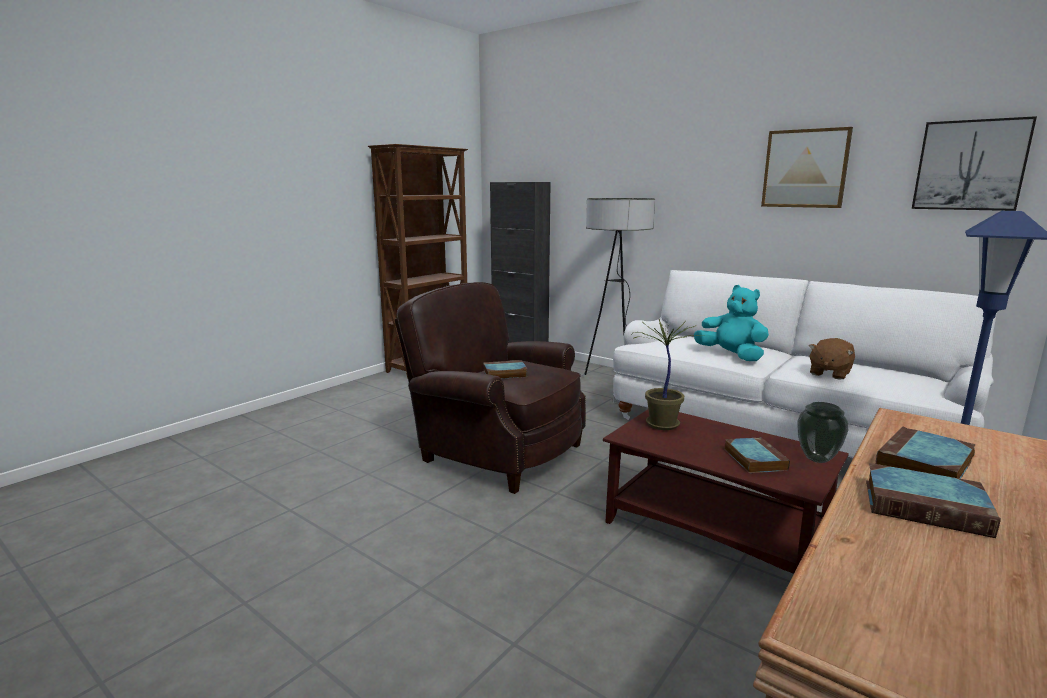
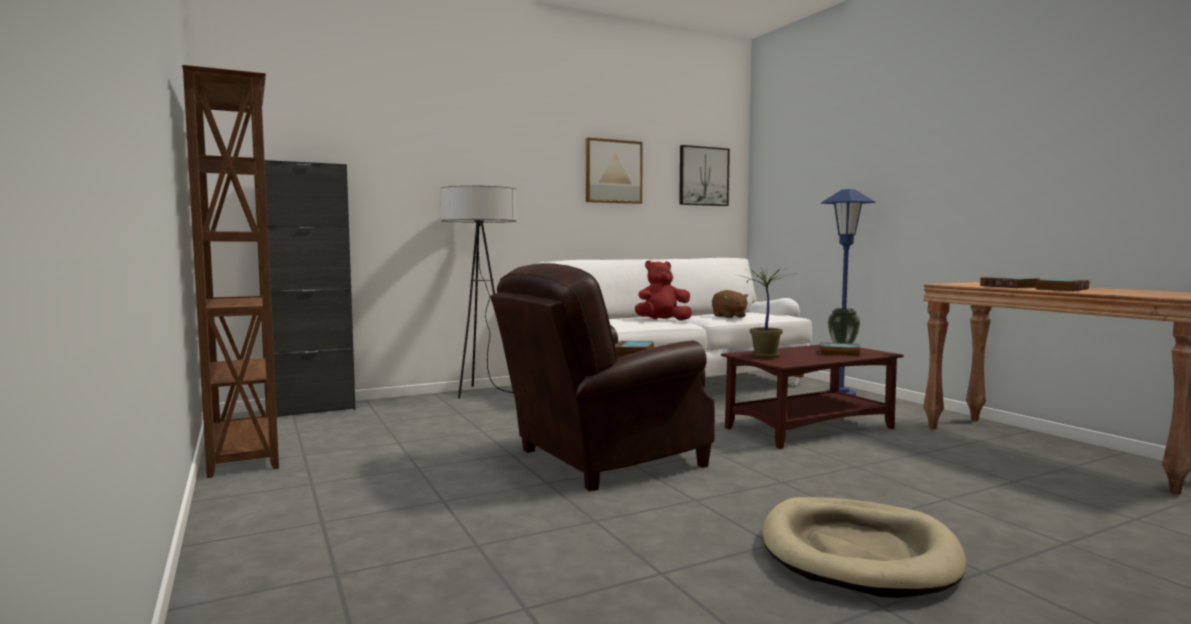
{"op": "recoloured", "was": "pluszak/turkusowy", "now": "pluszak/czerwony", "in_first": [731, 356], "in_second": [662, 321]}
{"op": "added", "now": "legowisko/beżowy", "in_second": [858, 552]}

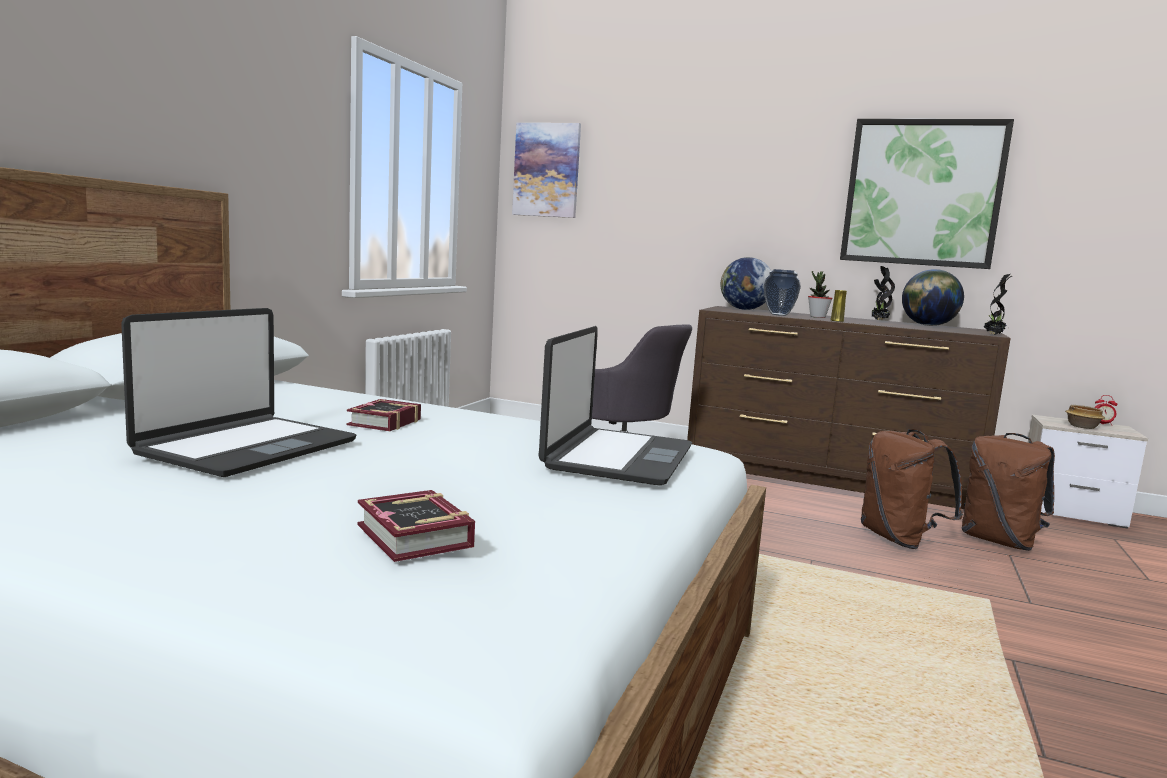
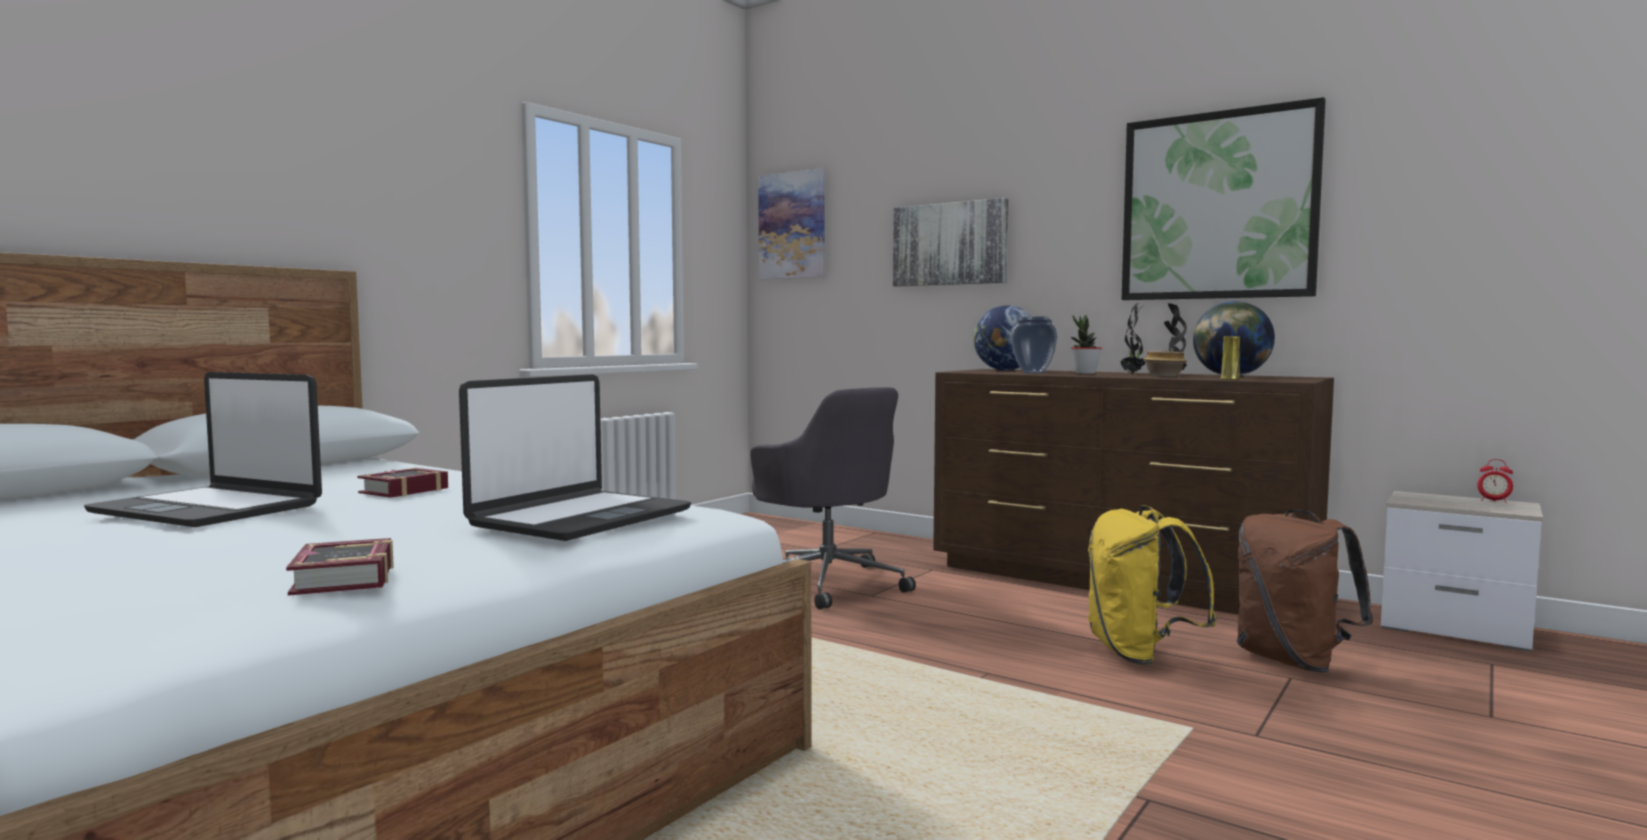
{"op": "moved", "was": "roślina doniczkowa", "in_first": [994, 335], "in_second": [1132, 374]}
{"op": "moved", "was": "wazon/żółty", "in_first": [837, 321], "in_second": [1230, 379]}
{"op": "turned", "was": "laptop", "in_first": [247, 448], "in_second": [209, 509], "clockwise": 75}
{"op": "moved", "was": "miska", "in_first": [1081, 426], "in_second": [1164, 375]}
{"op": "recoloured", "was": "plecak/brązowy", "now": "plecak/żółty", "in_first": [899, 540], "in_second": [1140, 654]}
{"op": "moved", "was": "książka", "in_first": [413, 538], "in_second": [339, 580]}
{"op": "added", "now": "obraz", "in_second": [950, 244]}

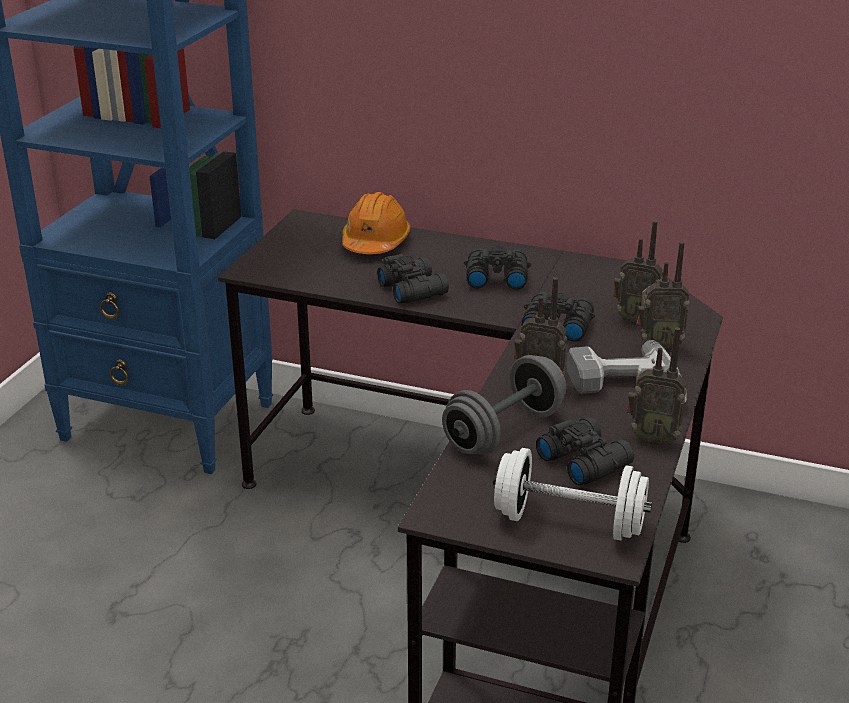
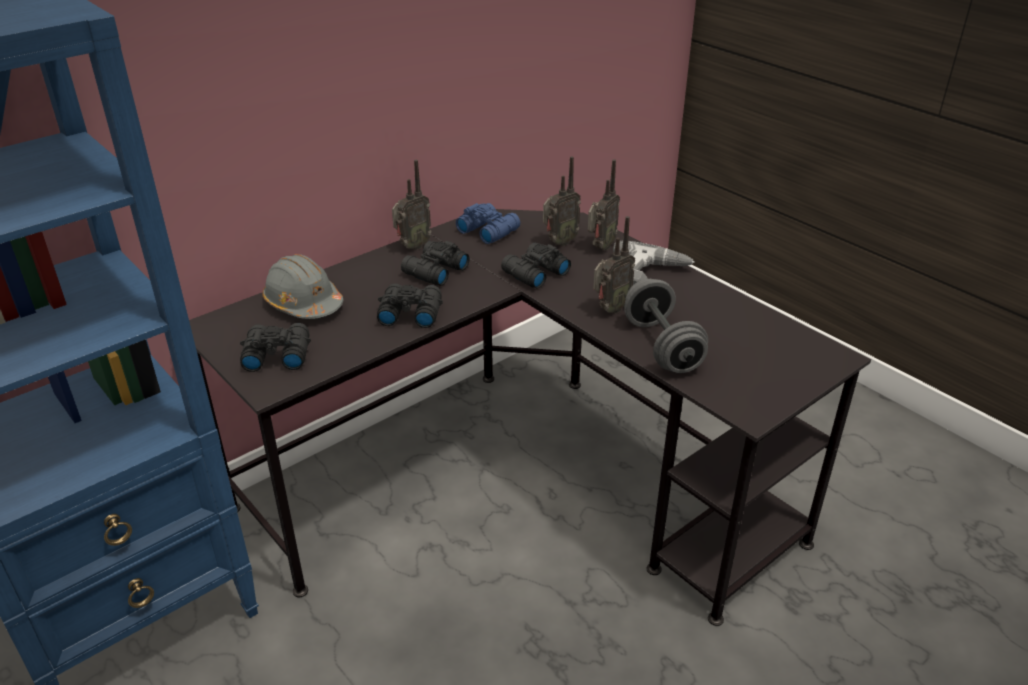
{"op": "recoloured", "was": "kask/pomarańczowy", "now": "kask/szary", "in_first": [375, 242], "in_second": [303, 303]}
{"op": "moved", "was": "radio", "in_first": [652, 439], "in_second": [412, 246]}
{"op": "moved", "was": "lornetka/czarny", "in_first": [584, 460], "in_second": [276, 355]}
{"op": "removed", "was": "hantel/biały", "in_first": [569, 522]}
{"op": "added", "now": "lornetka/niebieski", "in_second": [488, 230]}

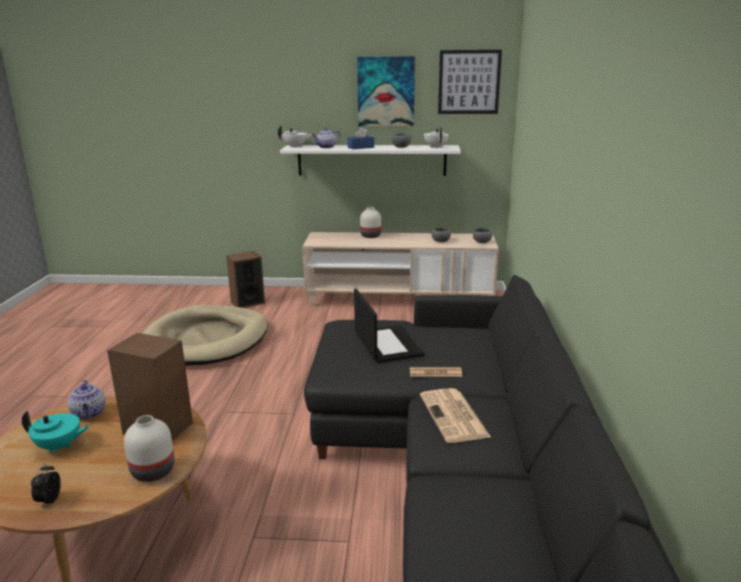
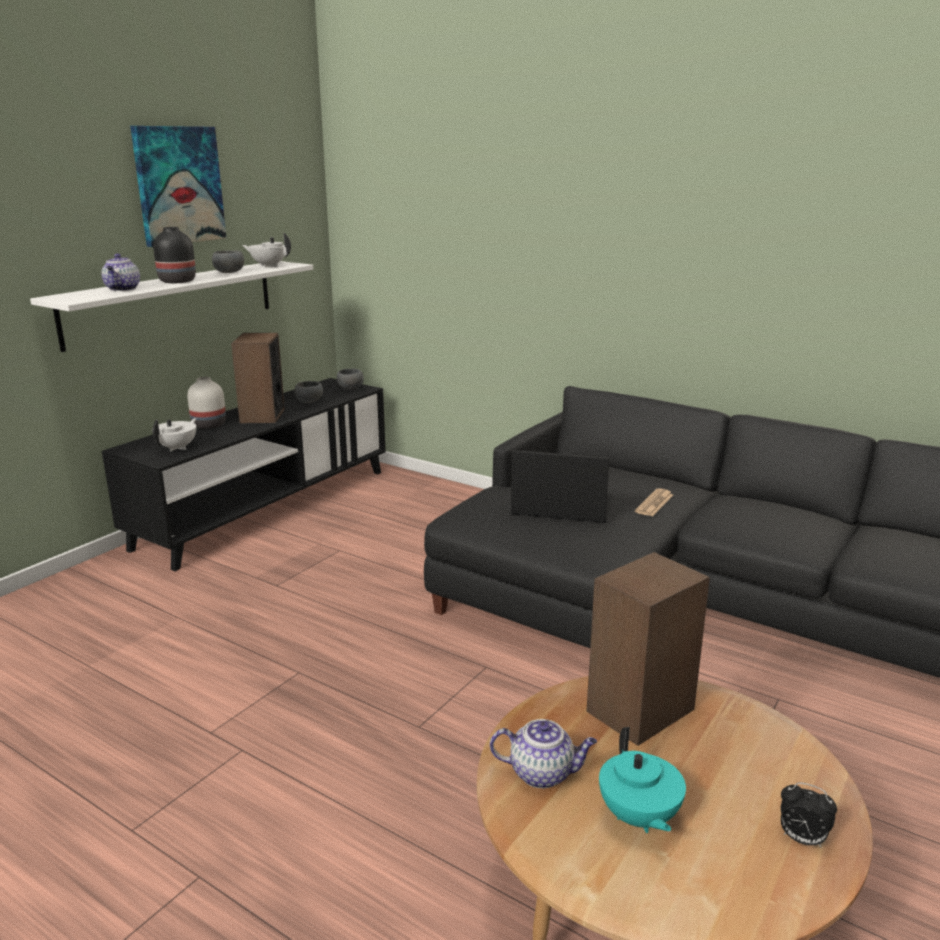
{"op": "removed", "was": "obraz", "in_first": [469, 82]}
{"op": "moved", "was": "imbryk/biały", "in_first": [296, 146], "in_second": [178, 448]}
{"op": "replaced", "was": "pudełko chusteczek/niebieski", "now": "wazon/czarny", "in_first": [360, 147], "in_second": [177, 281]}
{"op": "recoloured", "was": "szafka pod telewizor/beżowy", "now": "szafka pod telewizor/czarny", "in_first": [399, 299], "in_second": [266, 508]}
{"op": "moved", "was": "głośnik", "in_first": [247, 302], "in_second": [262, 416]}
{"op": "removed", "was": "legowisko/beżowy", "in_first": [206, 340]}
{"op": "removed", "was": "gazeta", "in_first": [454, 416]}
{"op": "turned", "was": "imbryk/turkusowy", "in_first": [59, 446], "in_second": [638, 817], "clockwise": 135}
{"op": "removed", "was": "wazon/biały", "in_first": [153, 470]}

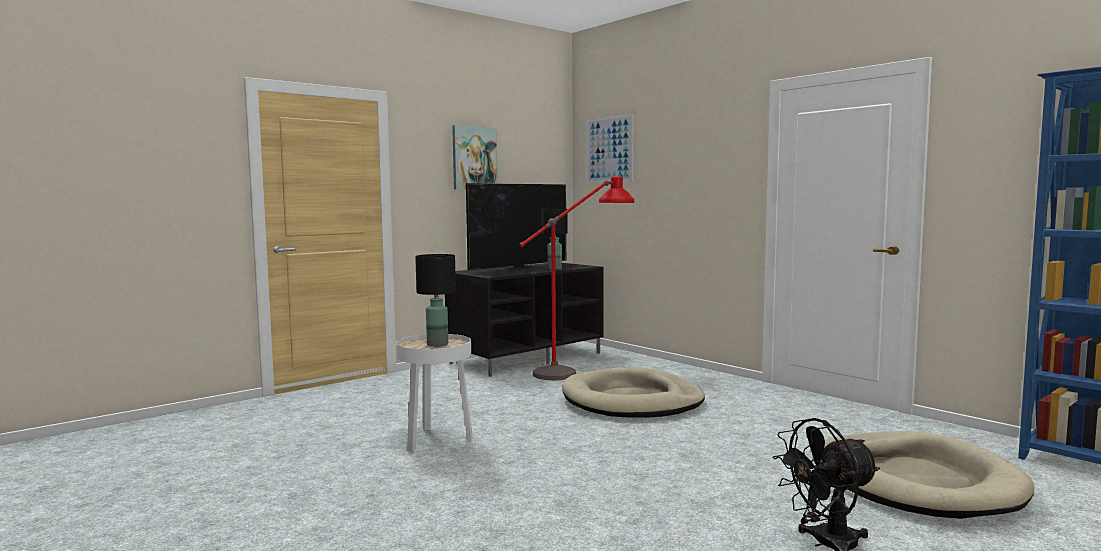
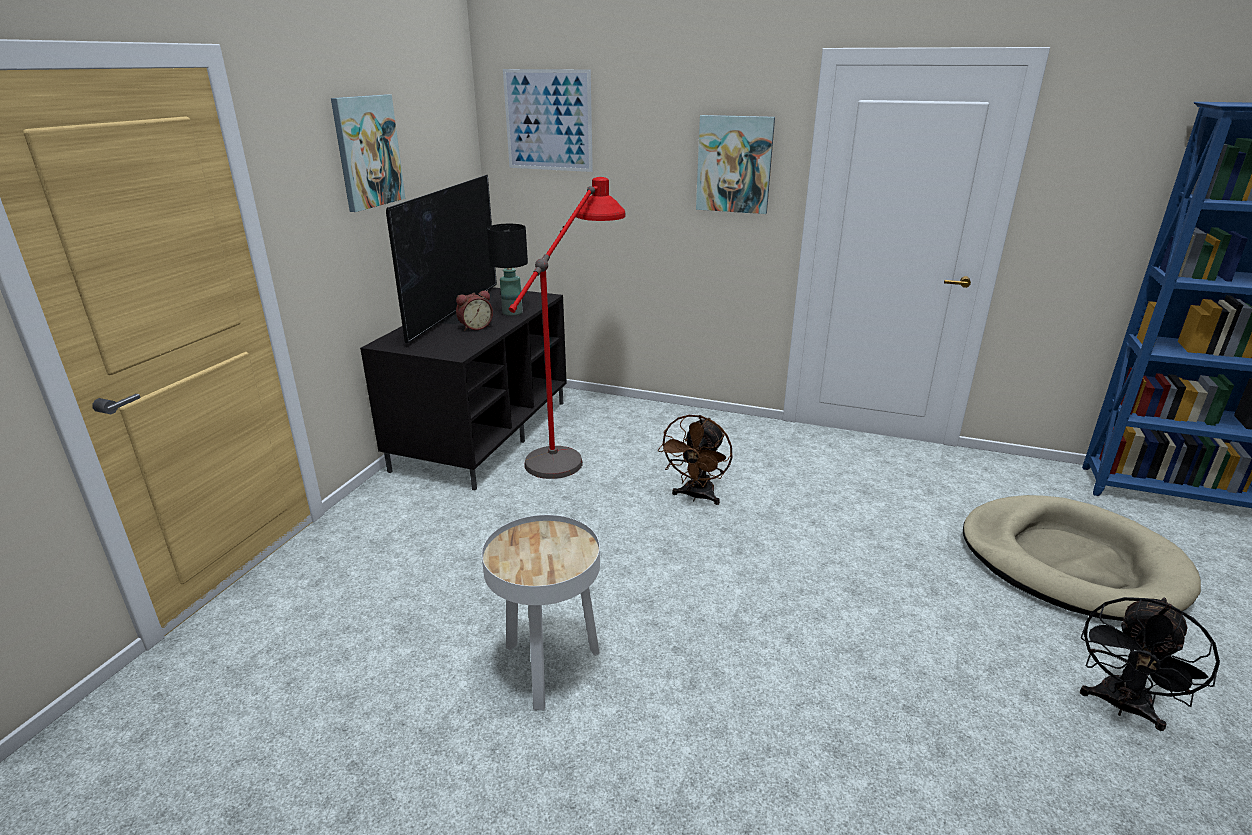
{"op": "removed", "was": "lampa stołowa/czarny", "in_first": [437, 344]}
{"op": "replaced", "was": "legowisko/beżowy", "now": "wentylator/brązowy", "in_first": [632, 401], "in_second": [696, 496]}
{"op": "added", "now": "obraz", "in_second": [734, 164]}
{"op": "added", "now": "budzik", "in_second": [475, 327]}

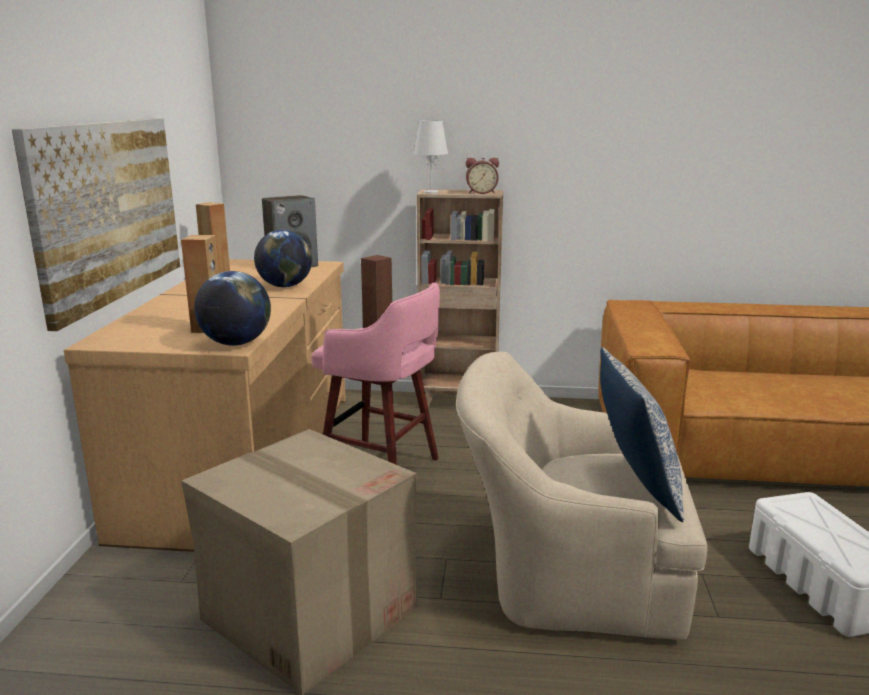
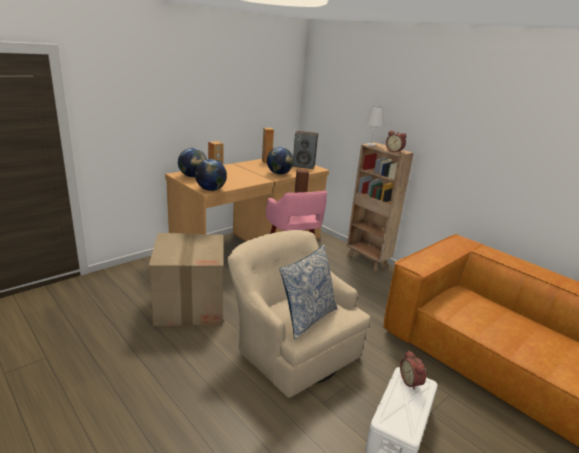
{"op": "removed", "was": "obraz", "in_first": [108, 211]}
{"op": "added", "now": "globus", "in_second": [193, 176]}
{"op": "added", "now": "budzik", "in_second": [411, 381]}

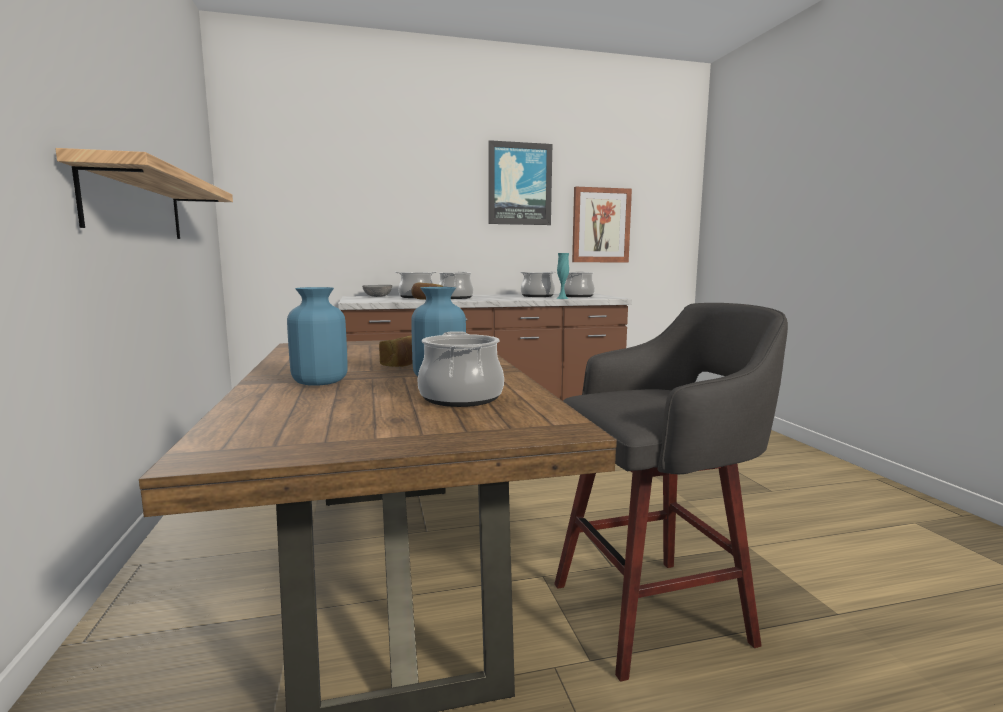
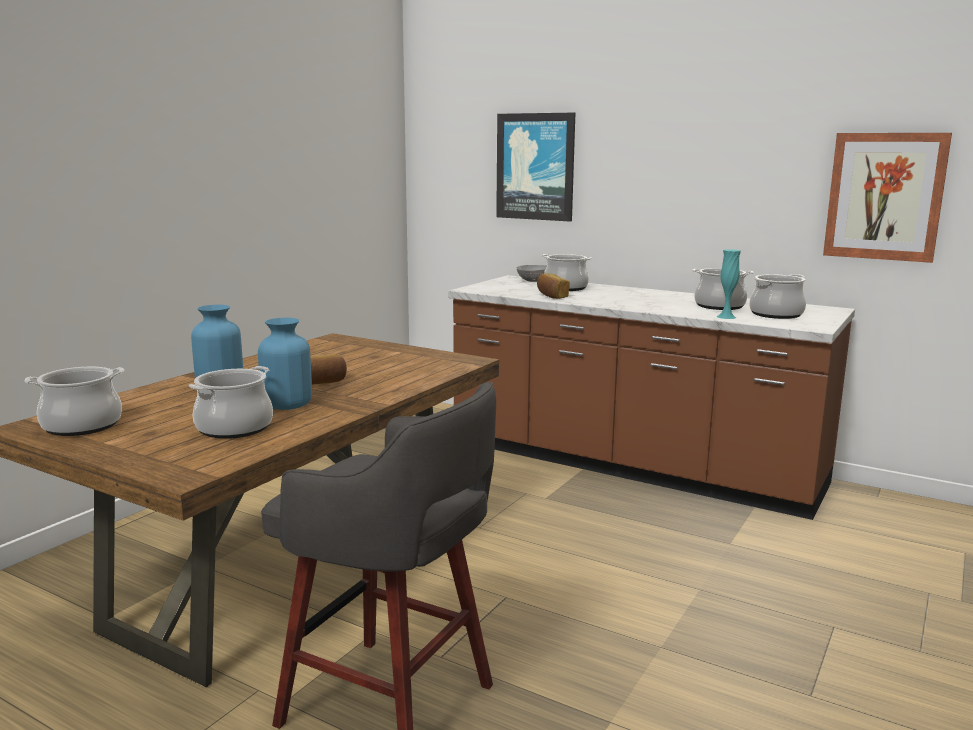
{"op": "moved", "was": "obraz", "in_first": [519, 184], "in_second": [535, 167]}
{"op": "removed", "was": "półka", "in_first": [136, 205]}
{"op": "moved", "was": "garnek", "in_first": [455, 298], "in_second": [82, 425]}

